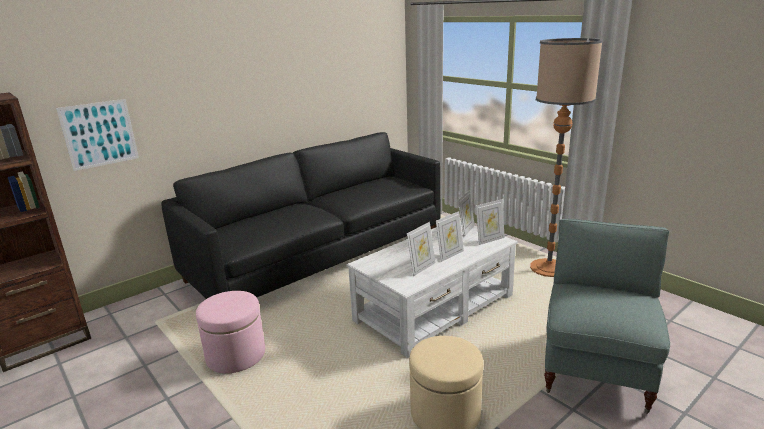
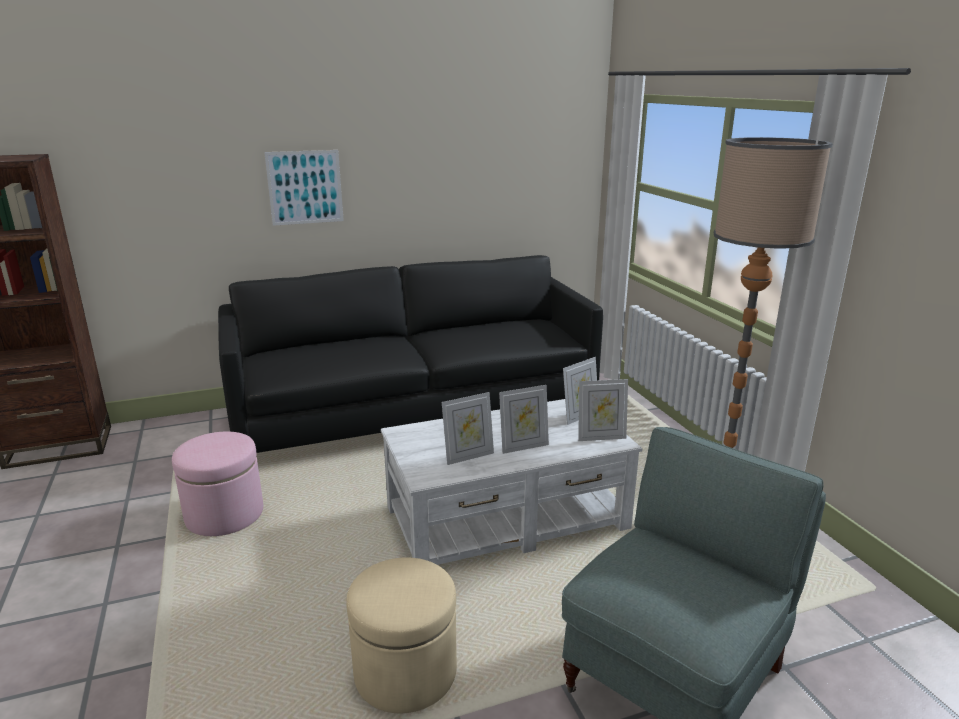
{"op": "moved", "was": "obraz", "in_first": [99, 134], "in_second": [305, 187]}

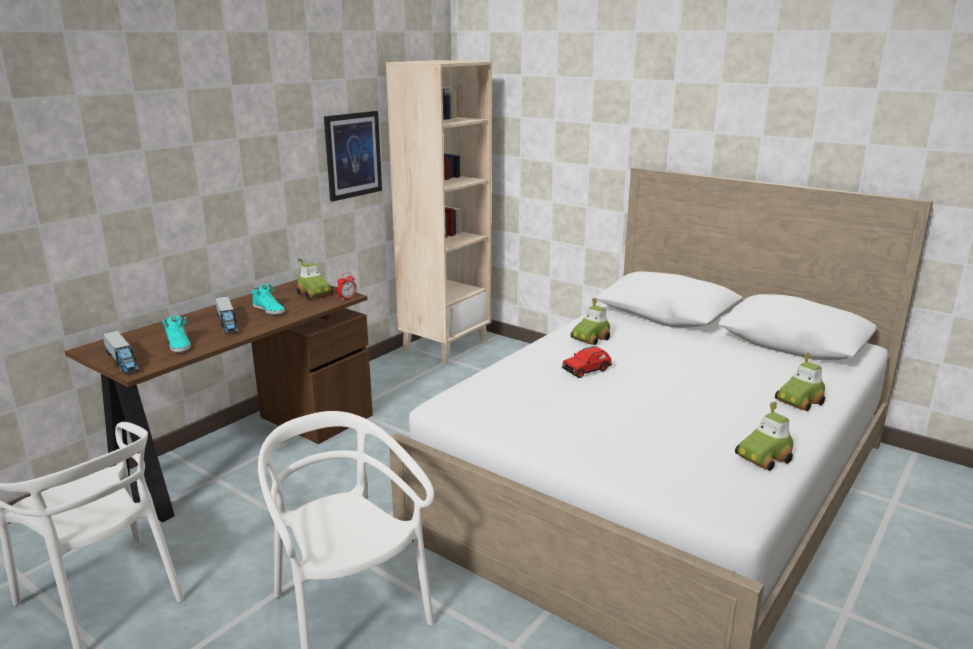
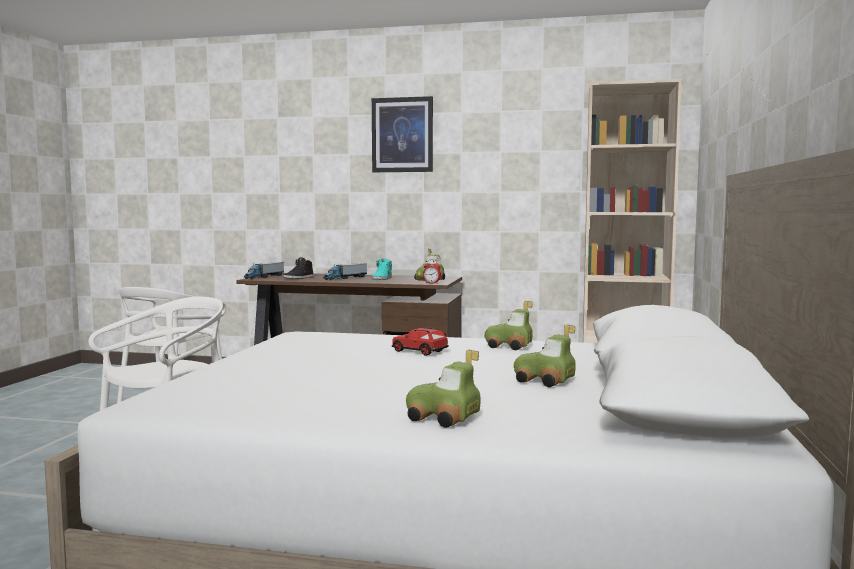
{"op": "moved", "was": "obraz", "in_first": [353, 155], "in_second": [402, 135]}
{"op": "recoloured", "was": "but/turkusowy", "now": "but/czarny", "in_first": [179, 345], "in_second": [299, 278]}
{"op": "moved", "was": "samochodzik", "in_first": [763, 458], "in_second": [544, 381]}

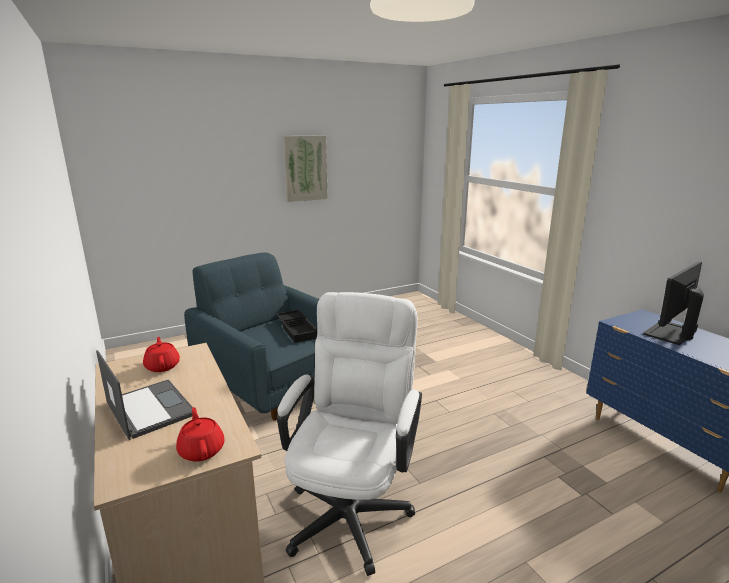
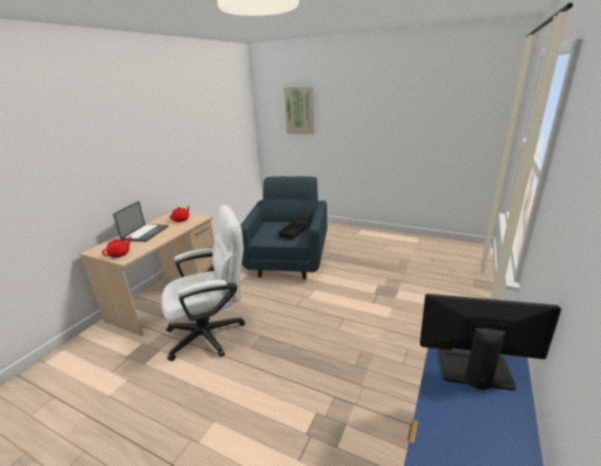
{"op": "moved", "was": "obraz", "in_first": [305, 168], "in_second": [300, 110]}

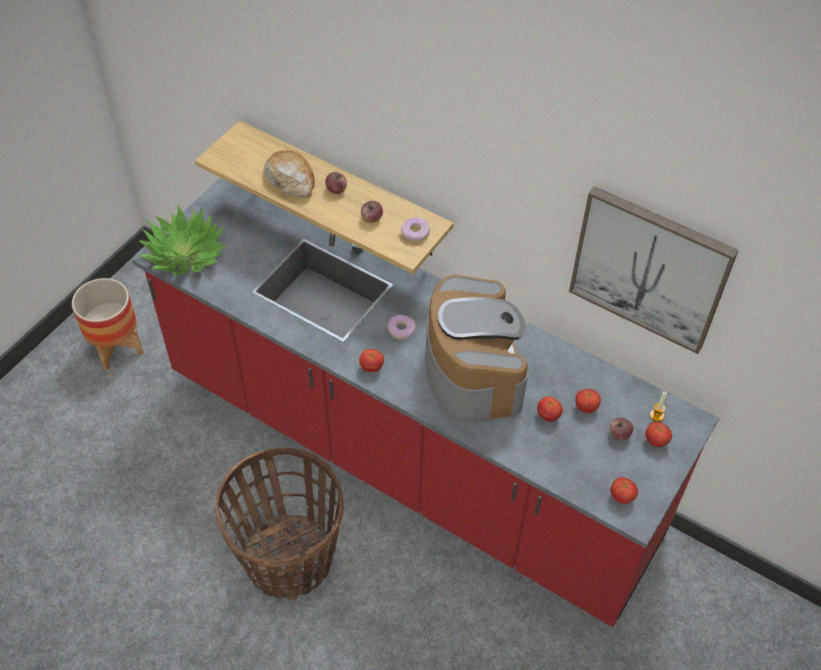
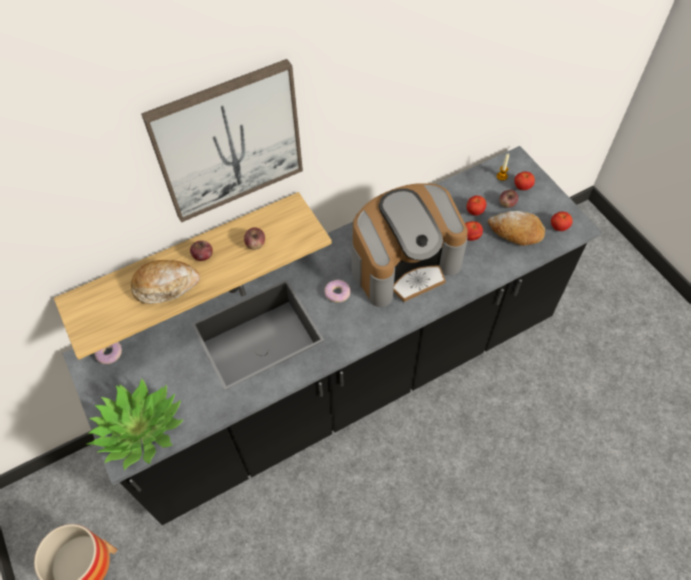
{"op": "recoloured", "was": "zabudowa kuchenna/czerwony", "now": "zabudowa kuchenna/czarny", "in_first": [408, 457], "in_second": [348, 380]}
{"op": "moved", "was": "obraz", "in_first": [649, 269], "in_second": [228, 142]}
{"op": "moved", "was": "donut", "in_first": [415, 233], "in_second": [109, 353]}
{"op": "turned", "was": "ekspres do kawy", "in_first": [472, 370], "in_second": [404, 264], "clockwise": 135}
{"op": "removed", "was": "pomidor", "in_first": [371, 367]}
{"op": "removed", "was": "koszyk", "in_first": [289, 558]}
{"op": "added", "now": "chleb", "in_second": [515, 232]}

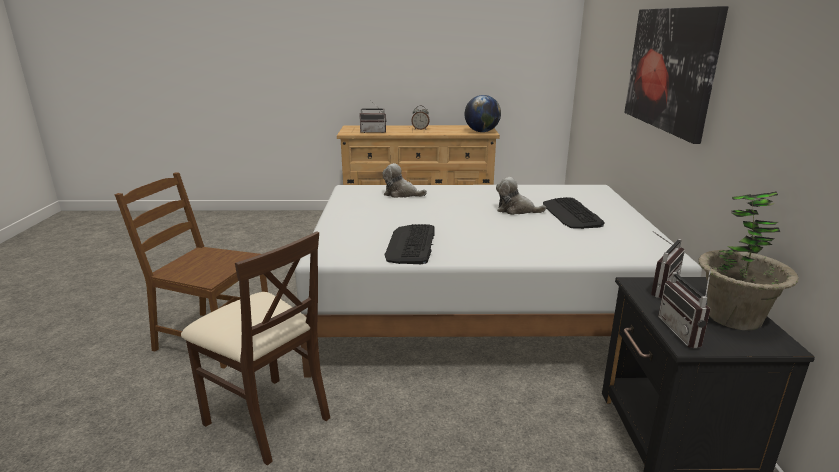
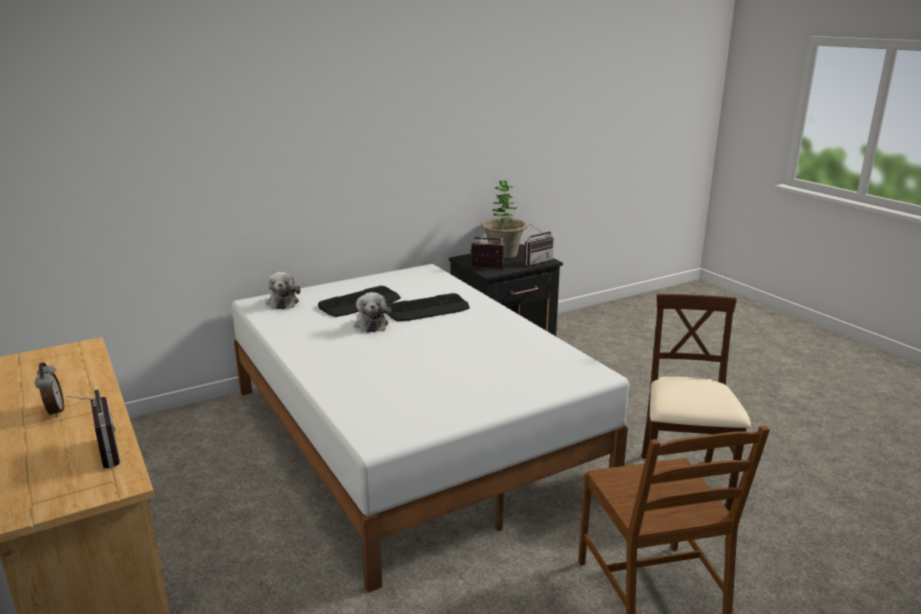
{"op": "removed", "was": "obraz", "in_first": [670, 69]}
{"op": "removed", "was": "globus", "in_first": [481, 132]}
{"op": "moved", "was": "pluszak", "in_first": [401, 194], "in_second": [283, 302]}
{"op": "moved", "was": "klawiatura", "in_first": [411, 245], "in_second": [427, 309]}

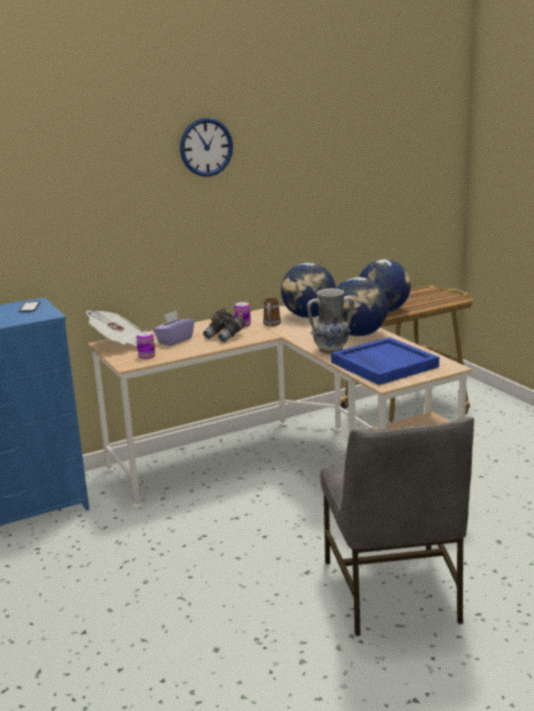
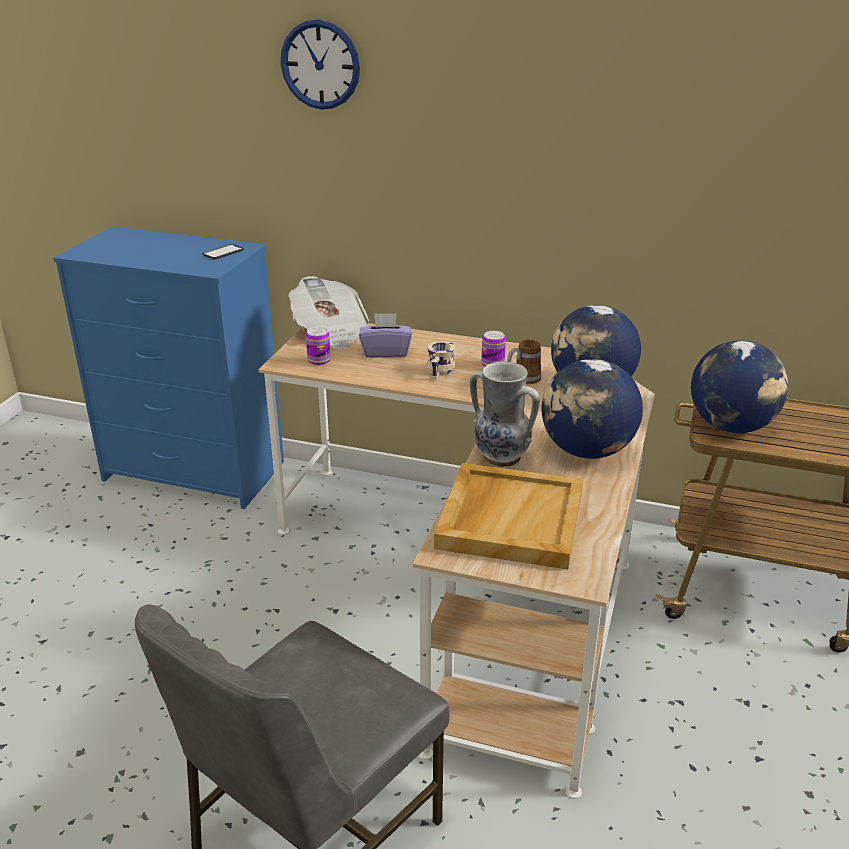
{"op": "moved", "was": "zegar ścienny", "in_first": [206, 147], "in_second": [320, 65]}
{"op": "replaced", "was": "lornetka/szary", "now": "kubek/beżowy", "in_first": [225, 336], "in_second": [442, 372]}
{"op": "recoloured", "was": "taca/niebieski", "now": "taca/beżowy", "in_first": [383, 364], "in_second": [510, 519]}

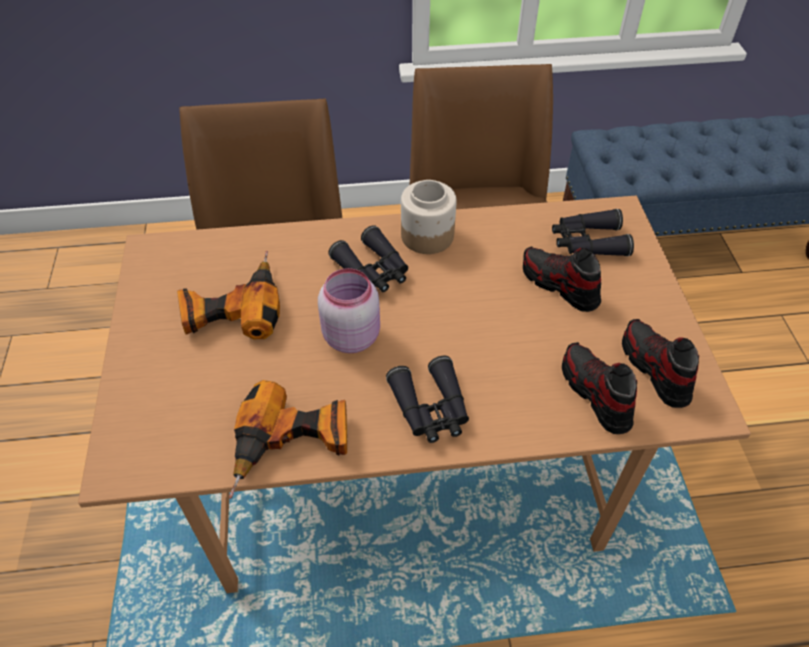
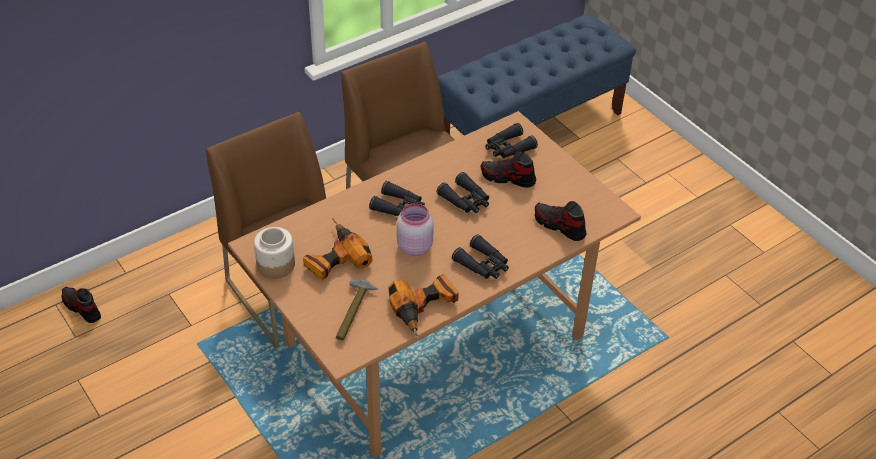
{"op": "moved", "was": "słoik", "in_first": [426, 236], "in_second": [275, 265]}
{"op": "moved", "was": "but", "in_first": [654, 369], "in_second": [82, 308]}
{"op": "added", "now": "lornetka/czarny", "in_second": [466, 200]}
{"op": "added", "now": "młotek", "in_second": [353, 313]}

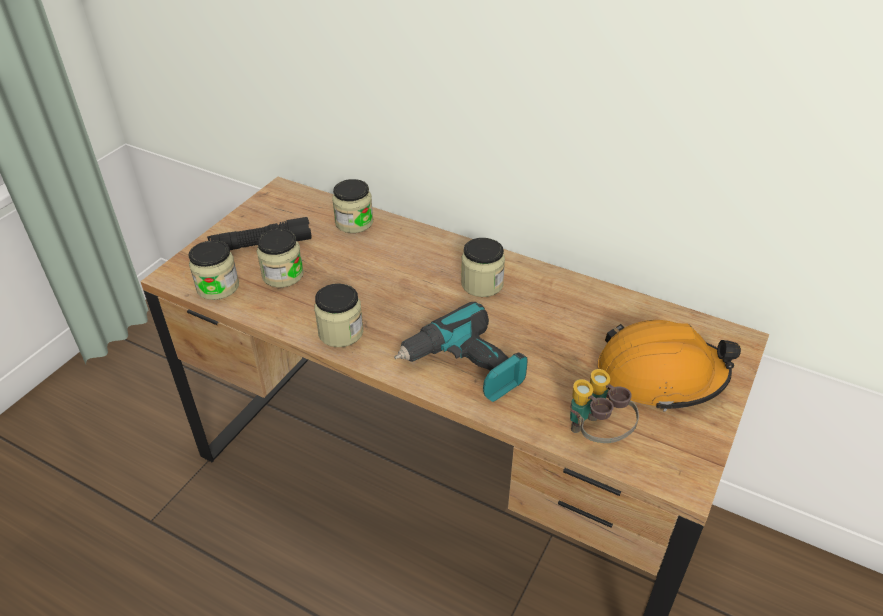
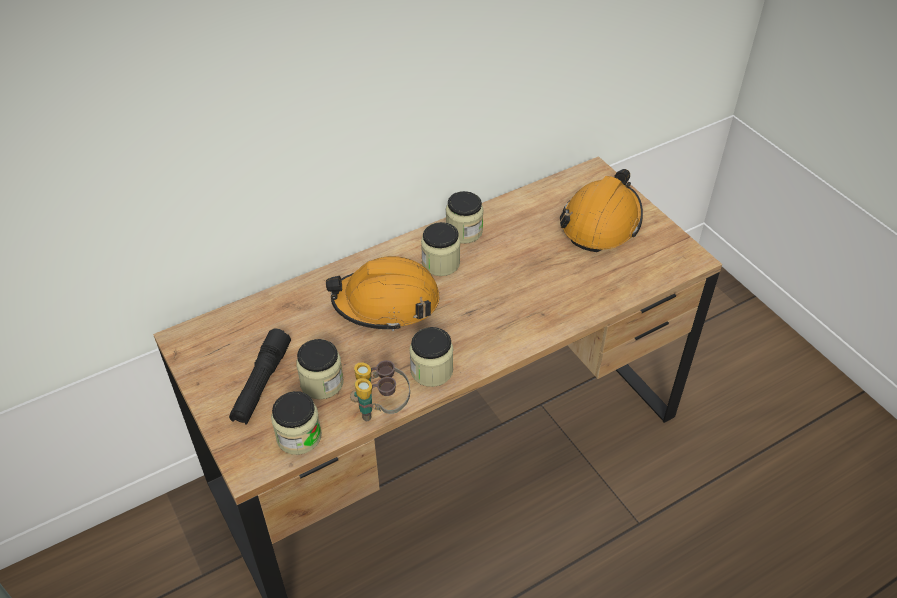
{"op": "moved", "was": "słoik", "in_first": [354, 222], "in_second": [464, 231]}
{"op": "removed", "was": "wiertarka", "in_first": [464, 367]}
{"op": "moved", "was": "lornetka", "in_first": [596, 435], "in_second": [381, 408]}
{"op": "added", "now": "kask/pomarańczowy", "in_second": [386, 303]}

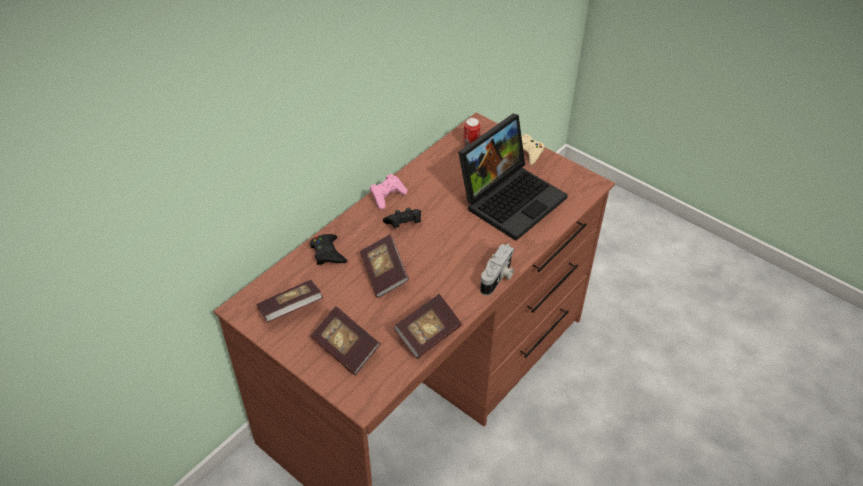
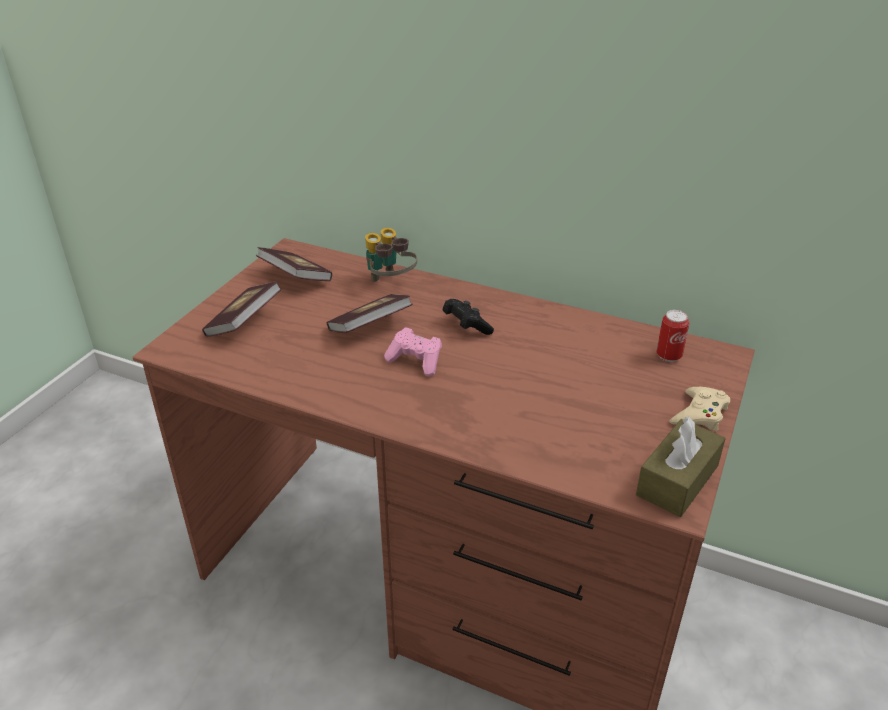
{"op": "removed", "was": "laptop", "in_first": [511, 198]}
{"op": "moved", "was": "pad do gier/różowy", "in_first": [387, 197], "in_second": [416, 361]}
{"op": "replaced", "was": "pad do gier/czarny", "now": "lornetka", "in_first": [328, 253], "in_second": [390, 283]}
{"op": "removed", "was": "aparat fotograficzny", "in_first": [498, 278]}
{"op": "removed", "was": "książka", "in_first": [428, 334]}
{"op": "added", "now": "pudełko chusteczek/brązowy", "in_second": [677, 480]}

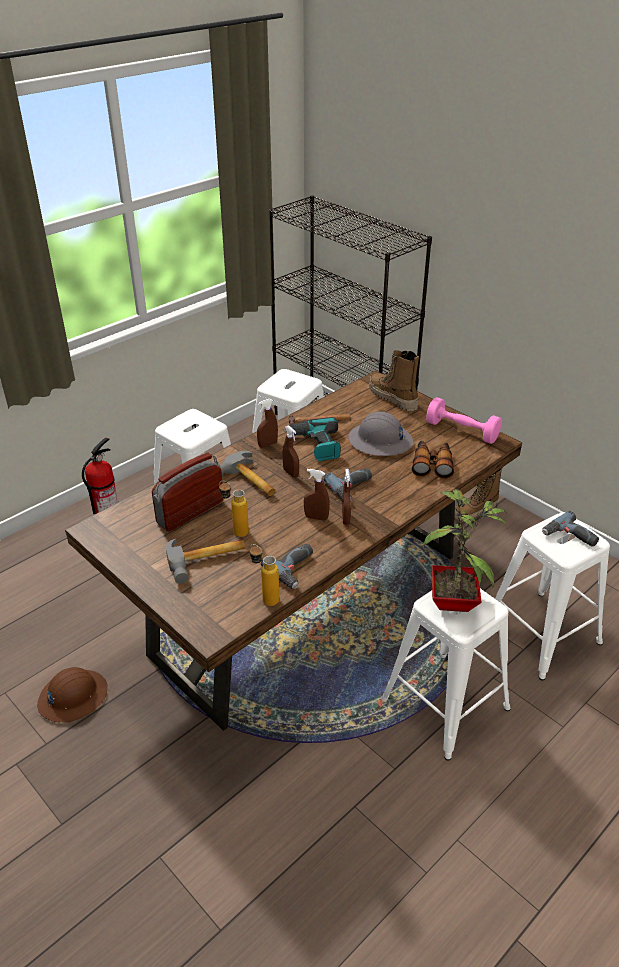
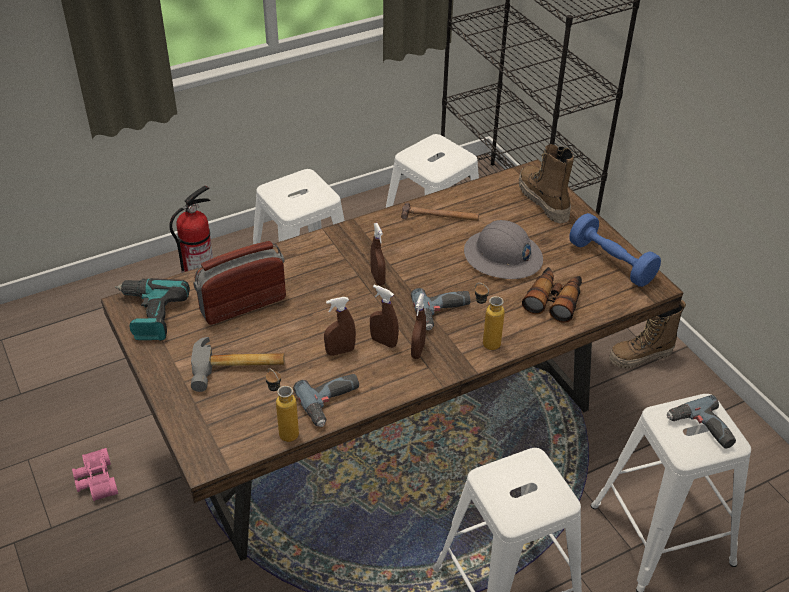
{"op": "recoloured", "was": "hantel/różowy", "now": "hantel/niebieski", "in_first": [462, 431], "in_second": [611, 262]}
{"op": "moved", "was": "spryskiwacz/brązowy", "in_first": [267, 444], "in_second": [340, 351]}
{"op": "moved", "was": "wiertarka", "in_first": [316, 445], "in_second": [149, 315]}
{"op": "removed", "was": "młotek", "in_first": [248, 482]}
{"op": "moved", "was": "butelka", "in_first": [235, 531], "in_second": [485, 341]}
{"op": "removed", "was": "roślina doniczkowa", "in_first": [455, 601]}
{"op": "replaced", "was": "kask/brązowy", "now": "lornetka/różowy", "in_first": [73, 696], "in_second": [95, 481]}

